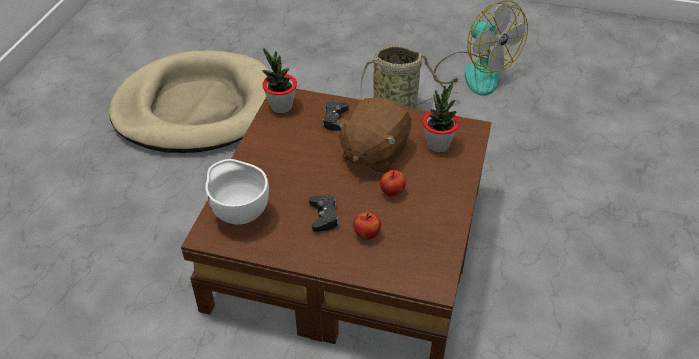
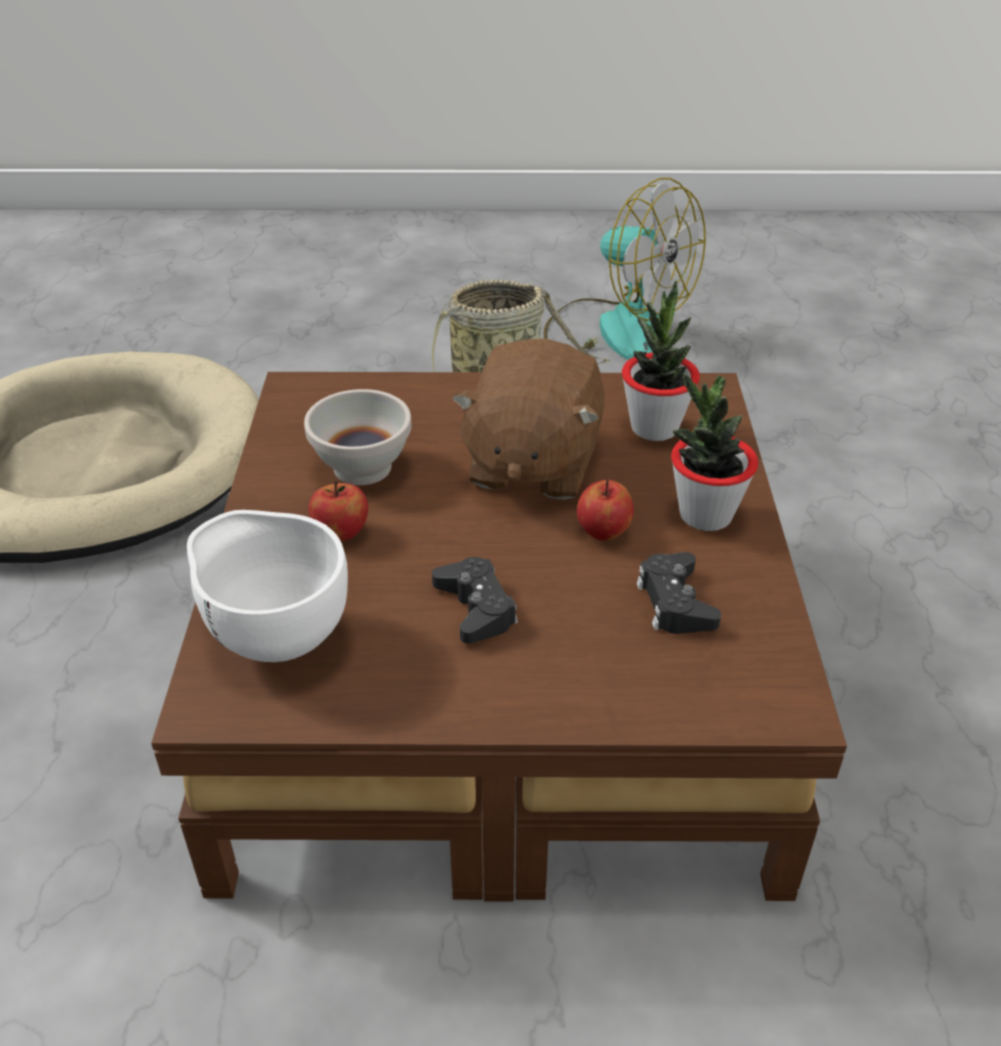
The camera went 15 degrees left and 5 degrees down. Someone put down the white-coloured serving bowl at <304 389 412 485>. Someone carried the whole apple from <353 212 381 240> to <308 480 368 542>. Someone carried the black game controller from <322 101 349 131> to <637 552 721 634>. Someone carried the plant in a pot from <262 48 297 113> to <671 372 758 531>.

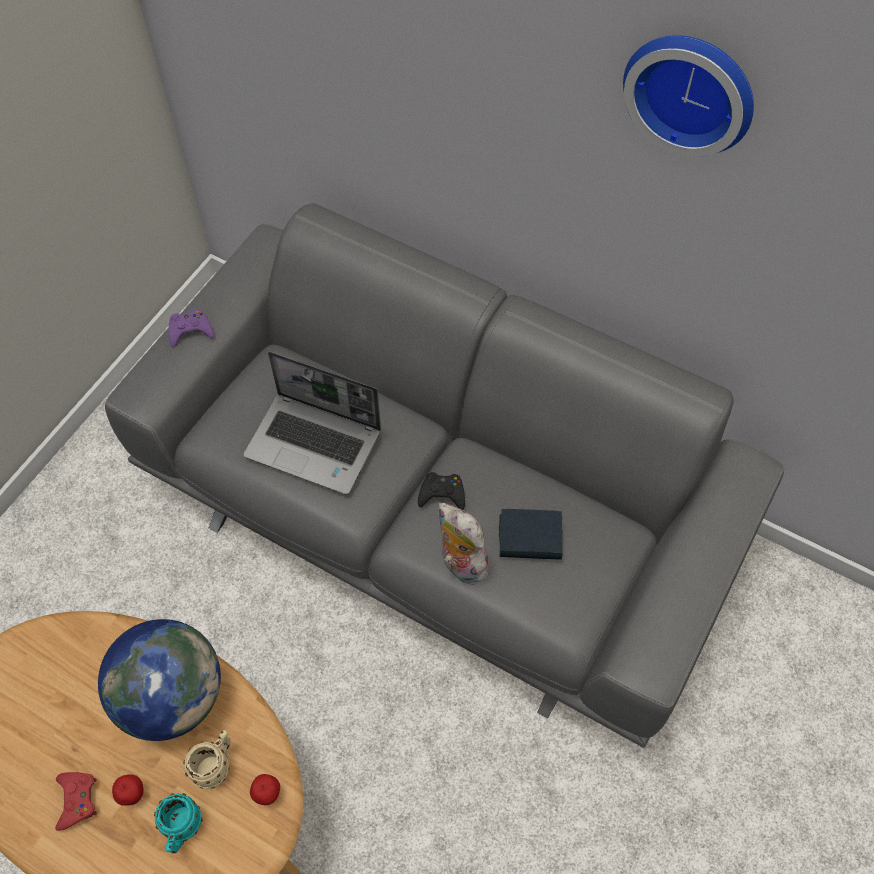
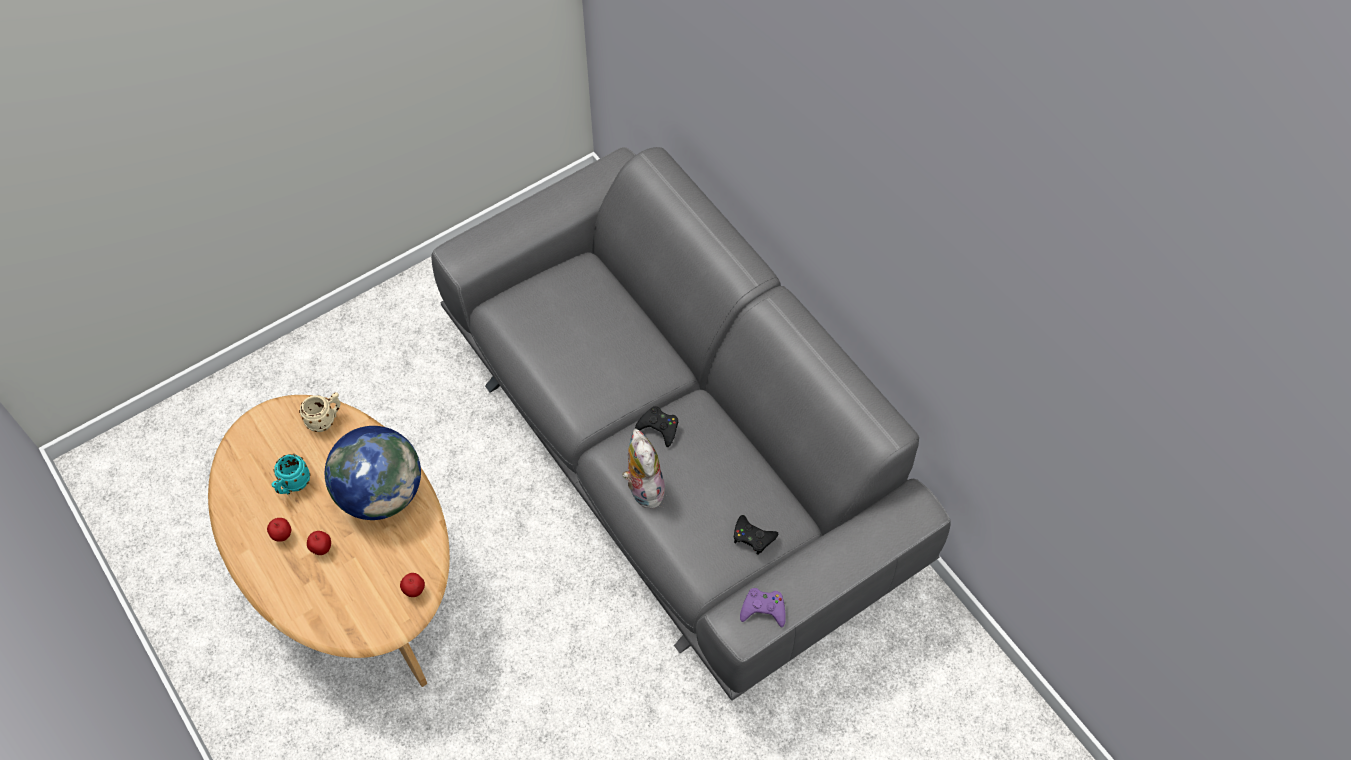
The camera went 25 degrees right and 0 degrees up. Someone swapped the reddish game controller at <55 772 97 831> for the whole apple at <267 518 291 542>. Someone carried the turquoise tea mug from <154 793 203 853> to <272 454 311 494>. Someone carried the beige tea mug from <183 730 231 789> to <299 392 340 432>. Someone put down the black game controller at <734 515 778 555>. Someone carried the purple game controller from <168 309 214 348> to <740 588 786 627>. Someone took away the notebook computer at <244 351 381 495>. Someone took away the book at <499 509 563 560>. Someone took away the hanging clock at <623 35 754 157>.

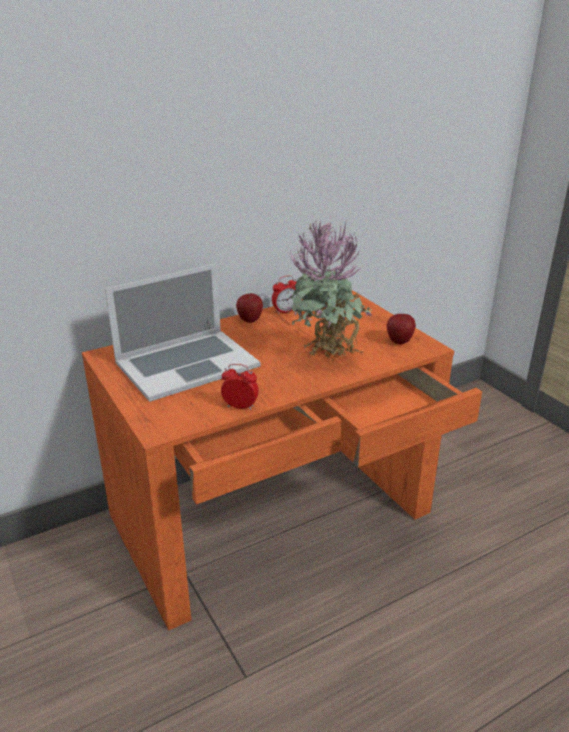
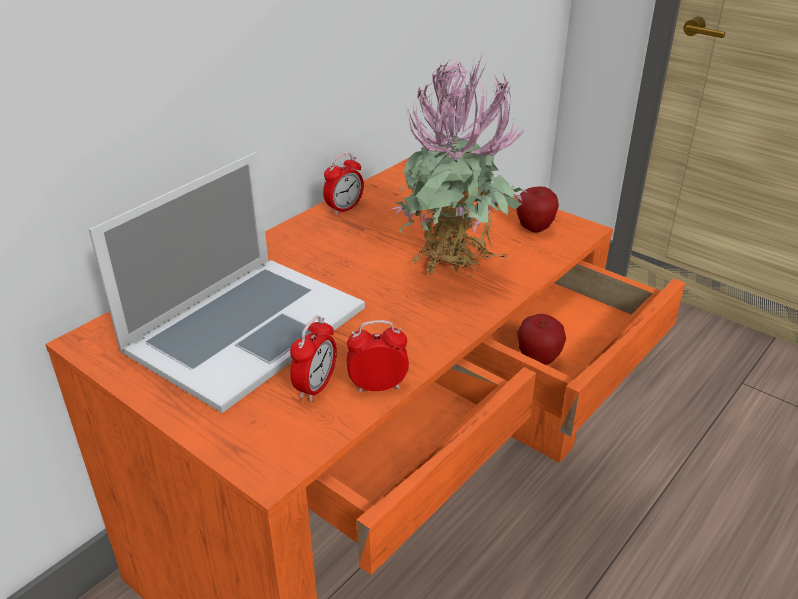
The camera went 20 degrees left and 5 degrees up. Someone put down the alarm clock at <290 316 337 401>. Someone carried the whole apple from <236 293 263 323> to <517 314 566 365>.

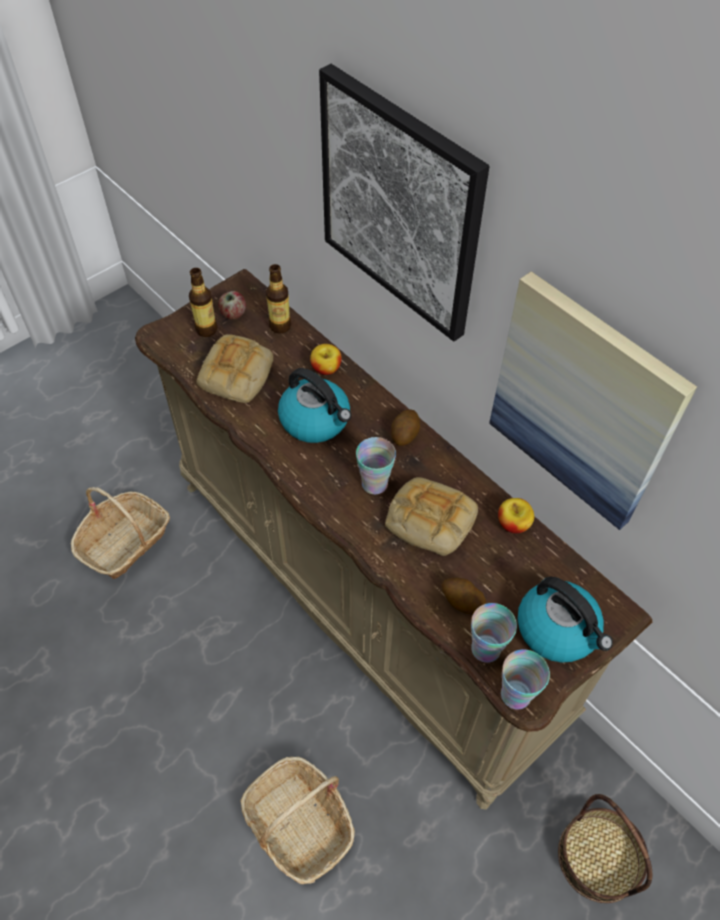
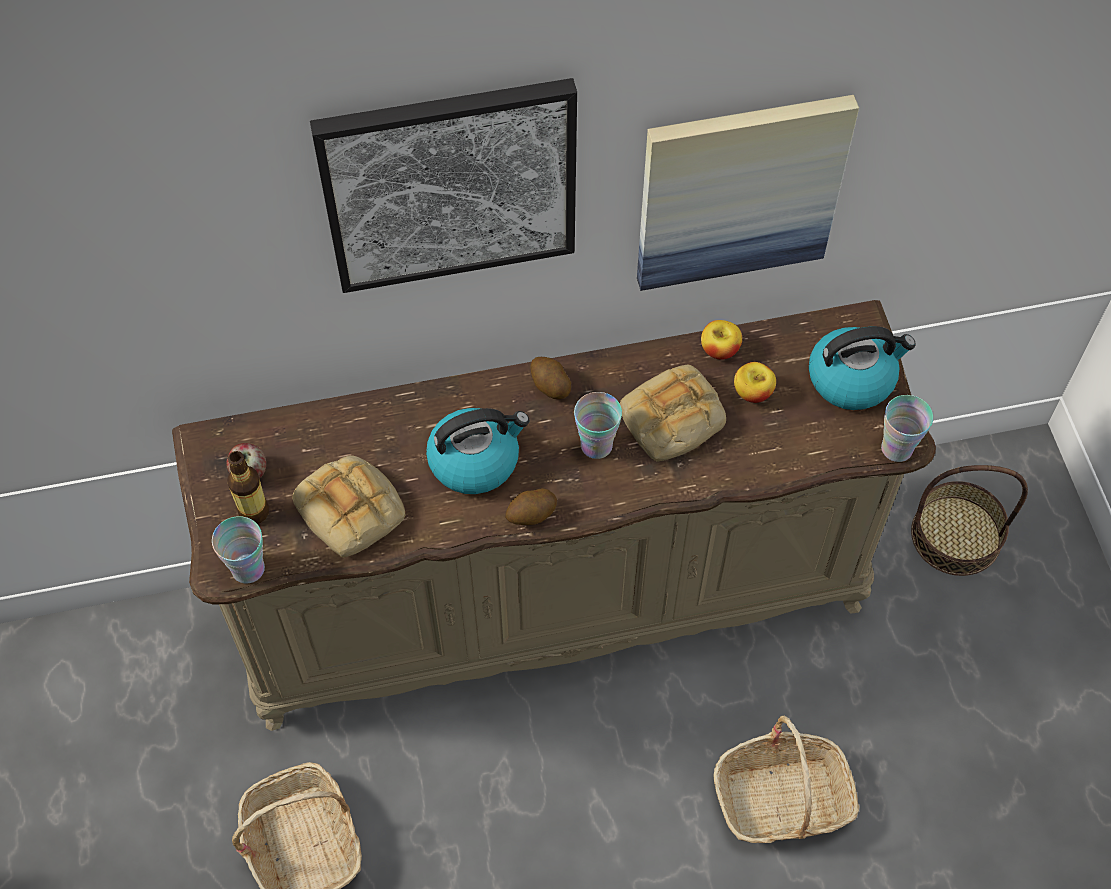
The camera went 60 degrees left and 5 degrees up. Someone carried the cup from <471 603 517 663> to <212 516 265 584>. Someone carried the whole potato from <441 578 486 614> to <505 488 557 525>. Someone carried the whole apple from <310 344 342 375> to <734 362 776 403>. Someone took away the drink bottle at <266 264 291 334>.

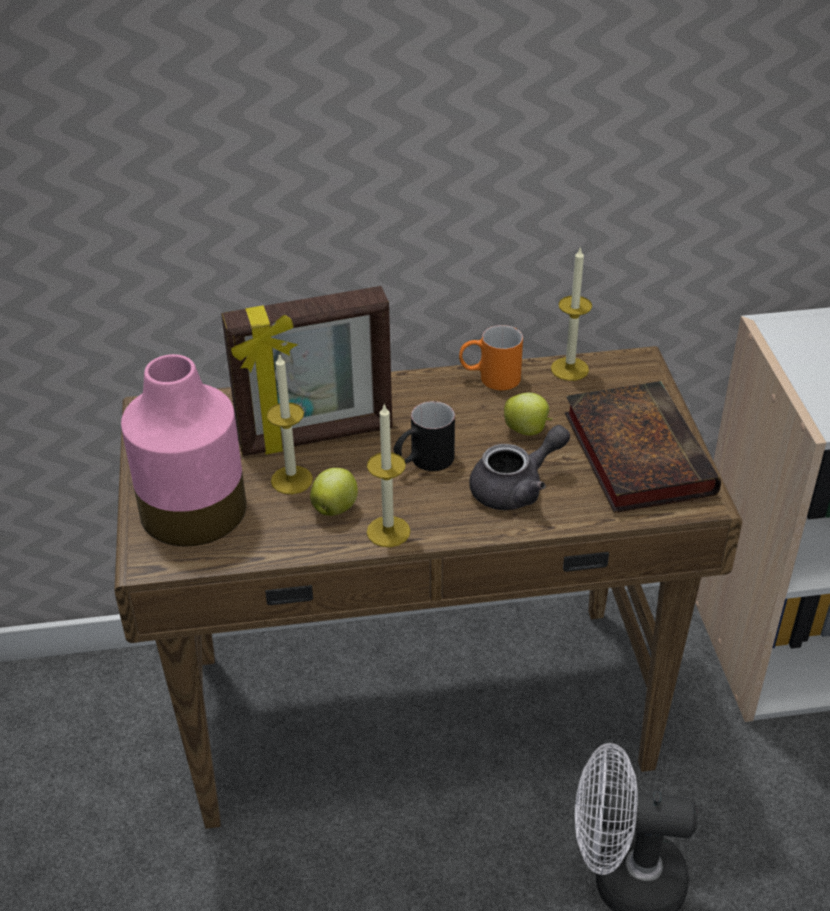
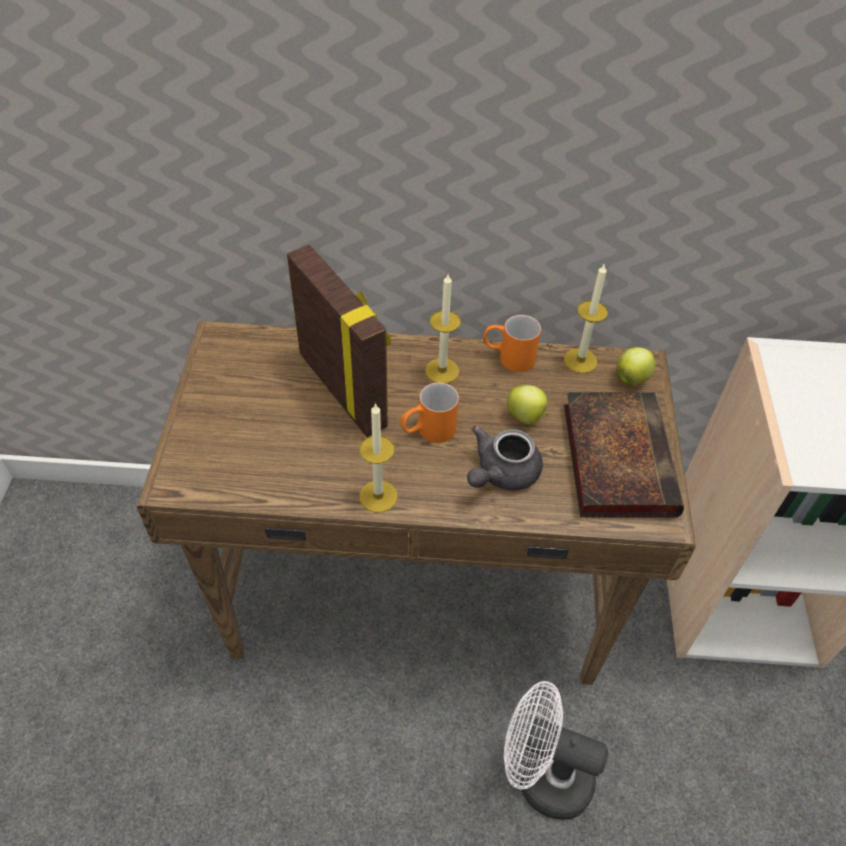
The camera went 10 degrees right and 10 degrees up. Someone rotated the picture frame at <221 286 392 456> by 120 degrees counterclockwise. Someone repainted the black tea mug at <393 401 455 471>, which became the orange-coloured tea mug at <400 382 459 443>. Someone carried the wax light from <267 353 313 494> to <425 274 461 384>. Someone rotated the greyish teapot at <469 425 570 510> by 150 degrees clockwise. Someone carried the whole apple from <310 468 358 516> to <616 347 655 385>. Someone took away the pink flower vase at <121 354 247 546>.

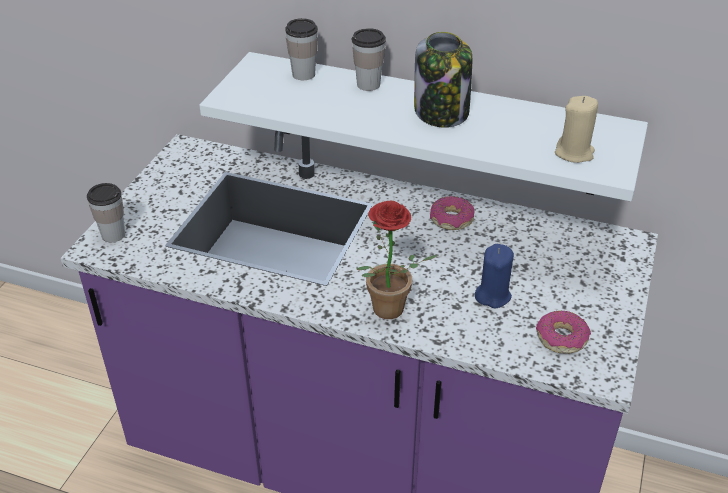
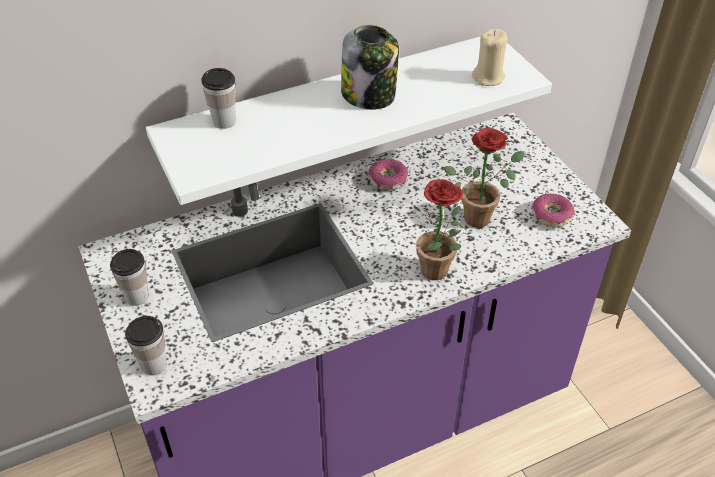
The camera went 45 degrees left and 5 degrees up. Someone carried the cup from <352 28 386 91> to <110 249 149 306>. Someone swapped the bluish wax light at <475 244 514 308> for the plant in a pot at <444 128 525 228>.

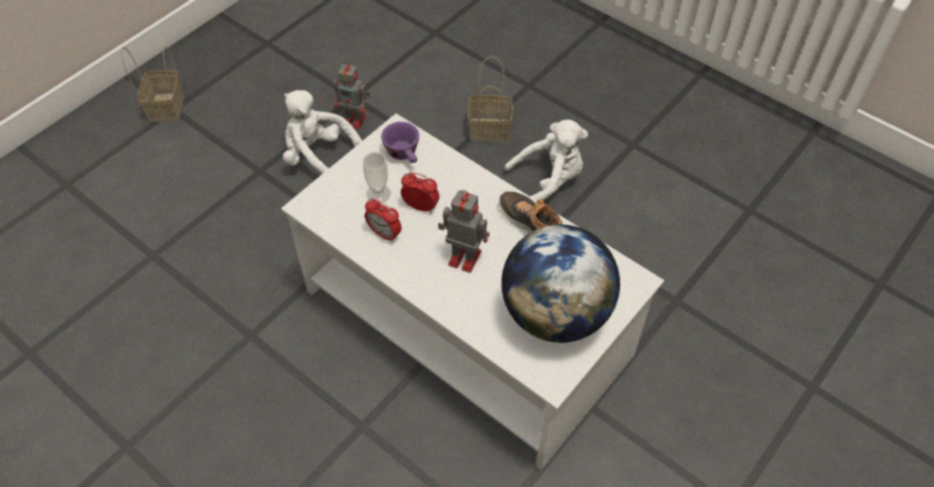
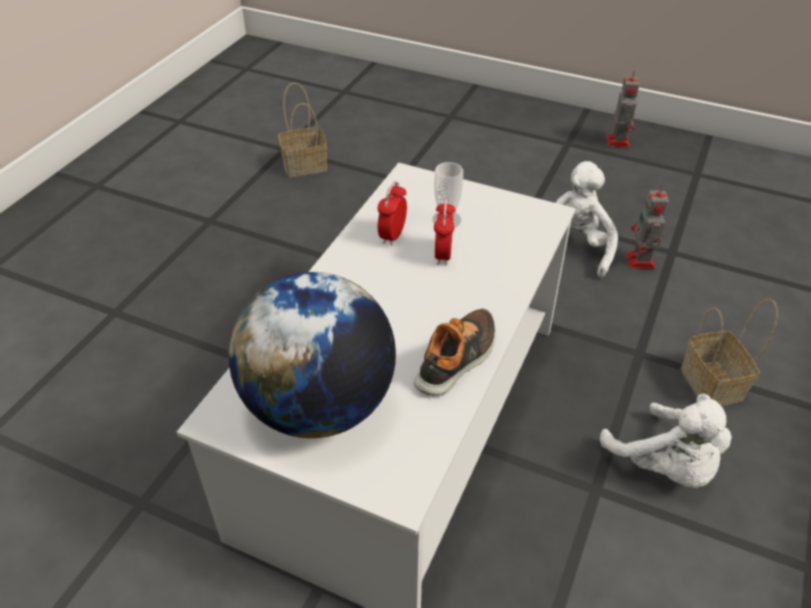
The camera went 75 degrees right and 10 degrees down. Someone carried the storage basket from <121 46 184 122> to <278 83 327 177>. Someone carried the robot figure from <438 190 490 273> to <607 71 639 148>. Someone took away the purple cup at <381 122 419 163>.

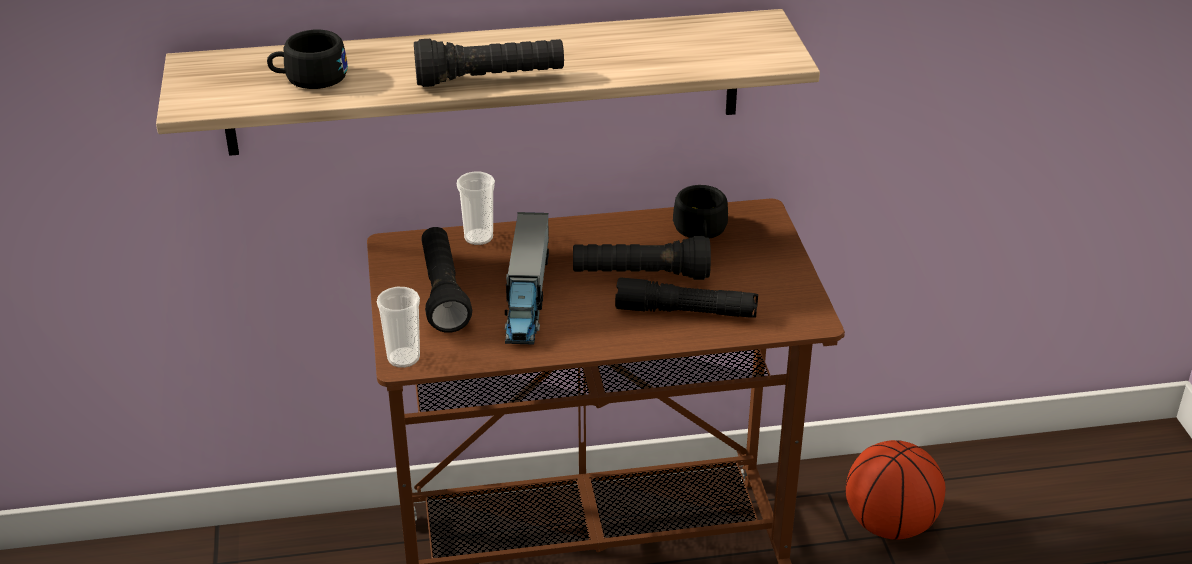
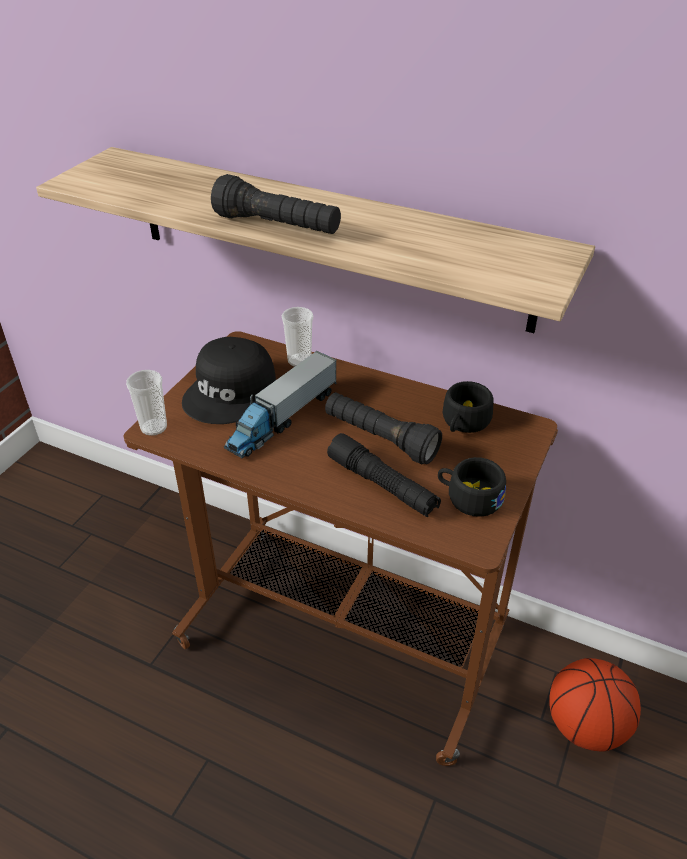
The camera went 35 degrees right and 5 degrees up. Someone swapped the black hand torch at <421 227 472 333> for the black baseball cap at <182 337 276 424>. Someone carried the black cup from <267 30 348 89> to <438 457 506 517>.

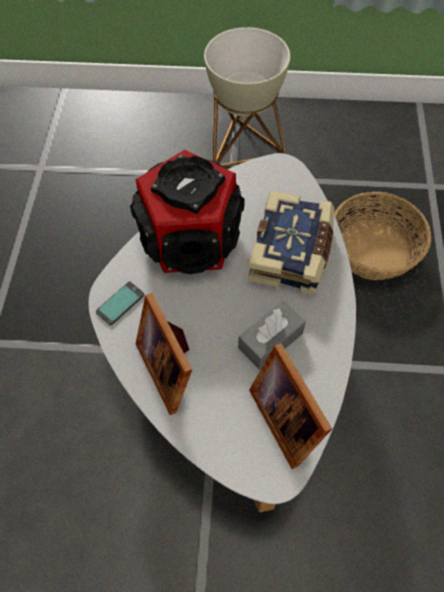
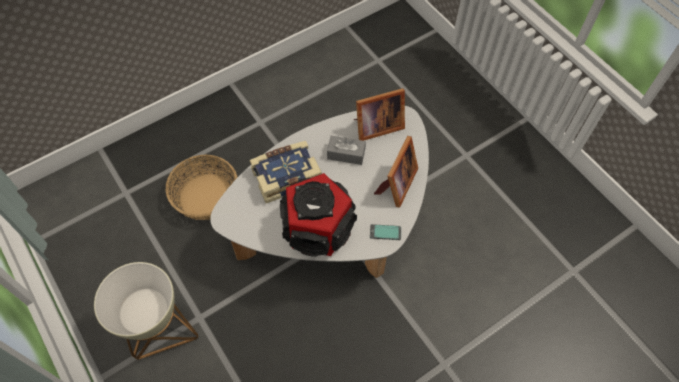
The camera went 130 degrees left and 0 degrees up. Someone rotated the picture frame at <249 343 332 469> by 45 degrees clockwise.

